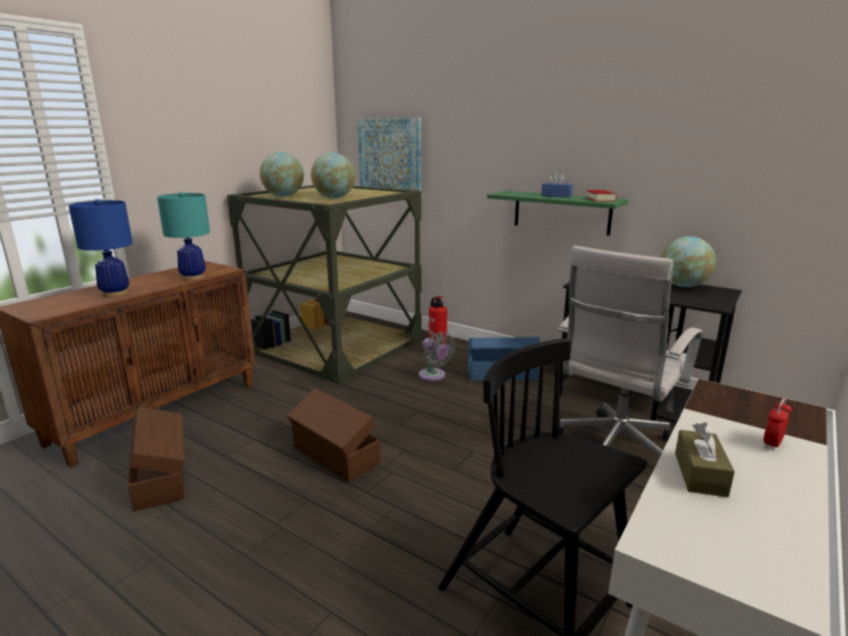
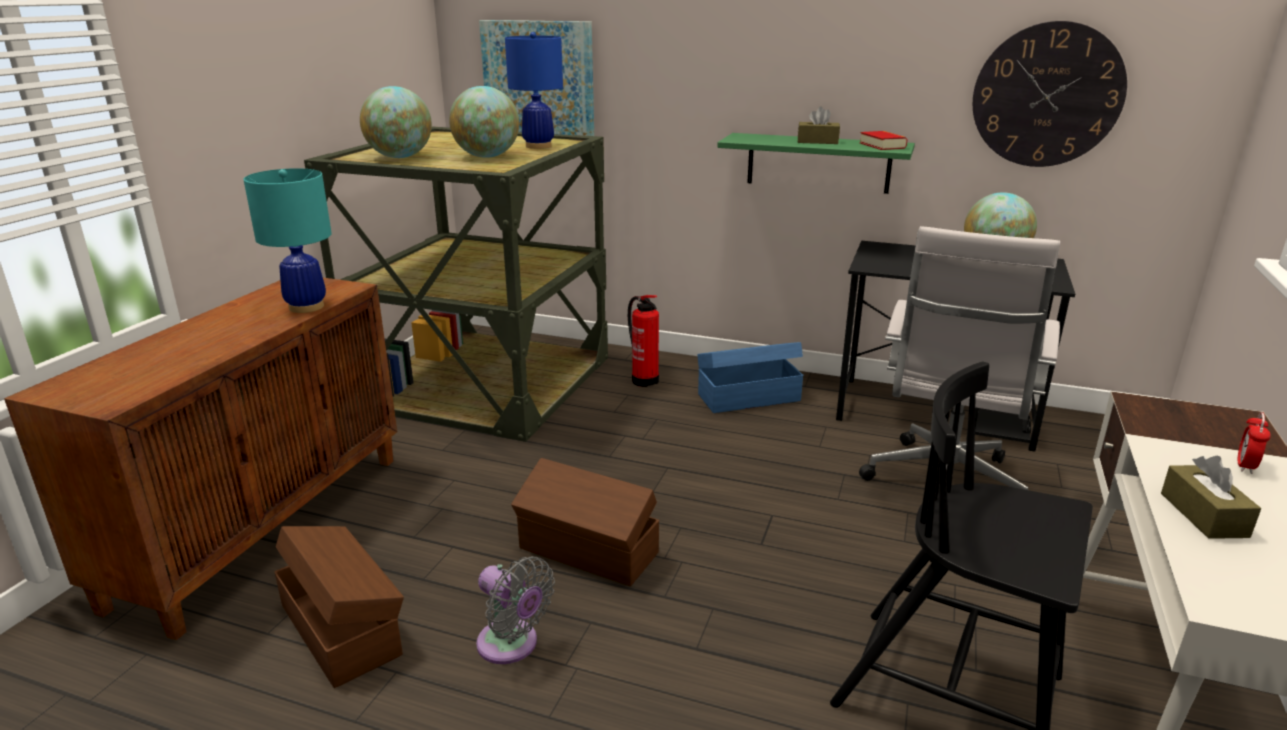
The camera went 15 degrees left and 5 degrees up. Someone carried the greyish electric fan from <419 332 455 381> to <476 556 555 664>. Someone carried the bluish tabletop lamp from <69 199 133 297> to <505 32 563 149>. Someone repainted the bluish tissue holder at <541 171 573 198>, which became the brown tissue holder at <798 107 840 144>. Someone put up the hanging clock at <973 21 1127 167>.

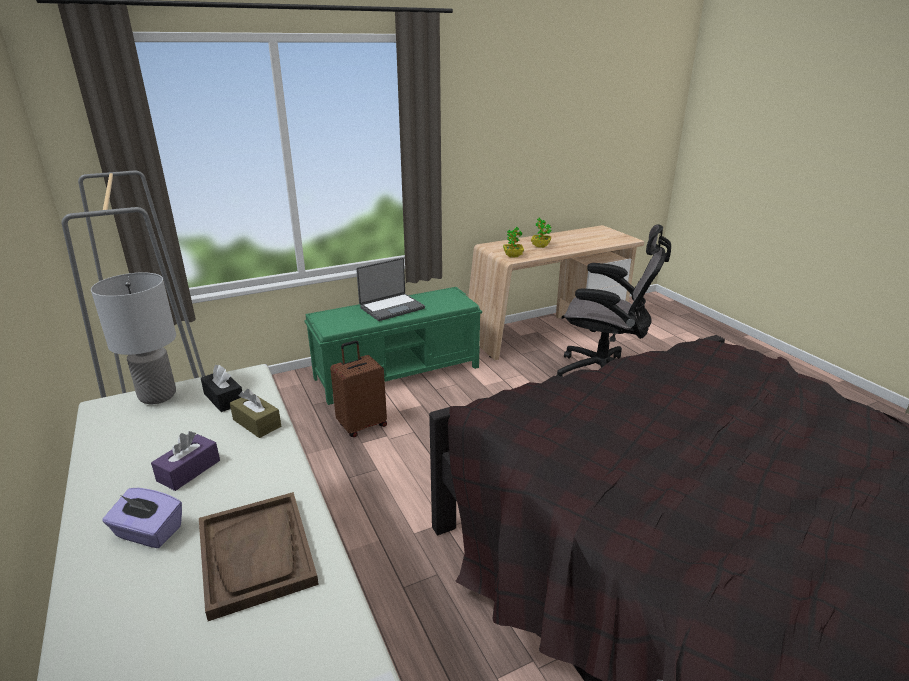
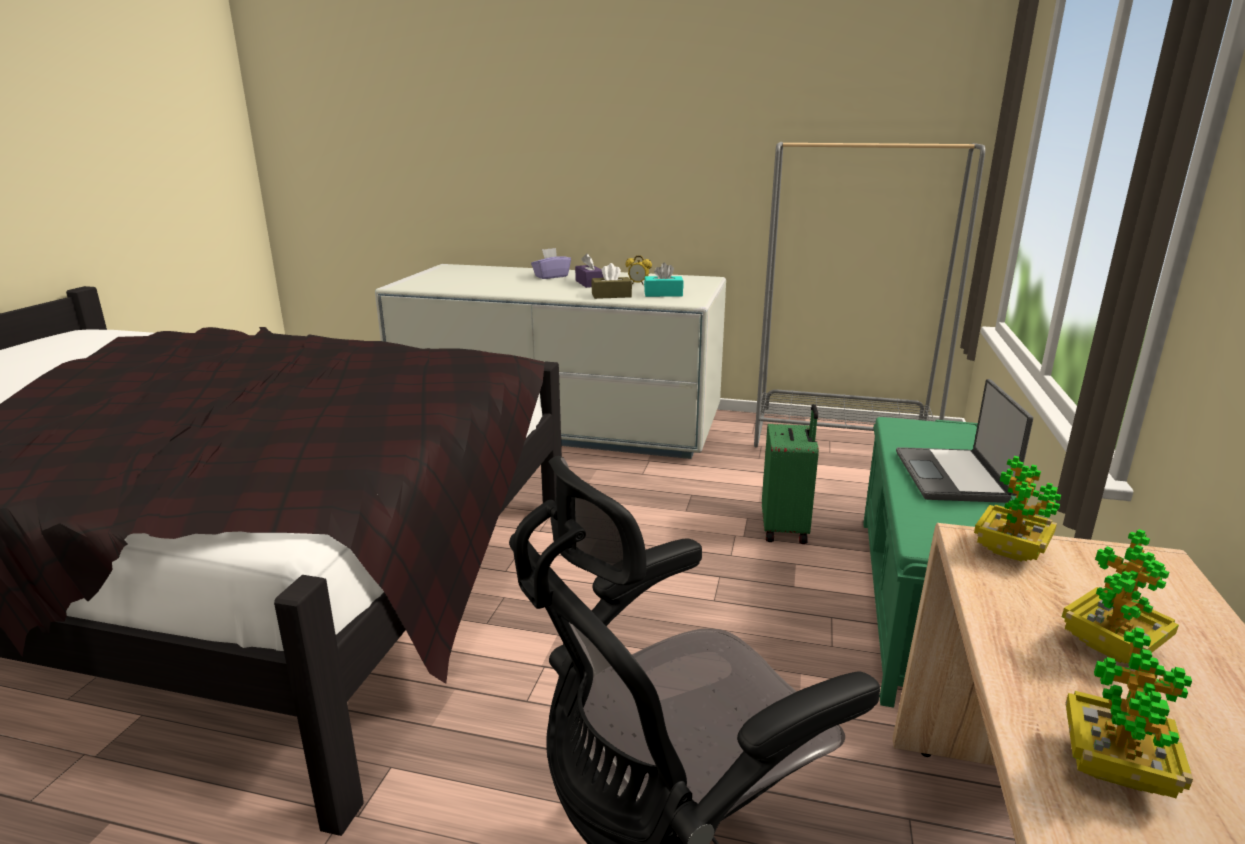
The camera went 130 degrees right and 5 degrees down. Someone put down the alarm clock at <626 255 652 285>. Someone repainted the black tissue holder at <201 365 242 412>, which became the turquoise tissue holder at <644 263 684 297>. Someone repainted the brown suitcase at <330 340 387 437>, which became the green suitcase at <762 404 819 544>. Someone put down the plant in a pot at <1066 627 1193 798>. Someone took away the greyish tabletop lamp at <91 273 176 404>. Someone took away the brown tray at <199 492 319 621>.

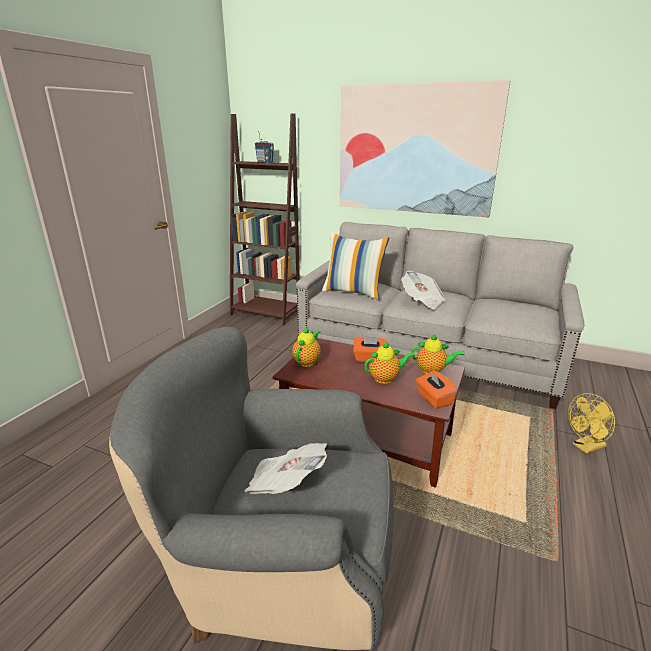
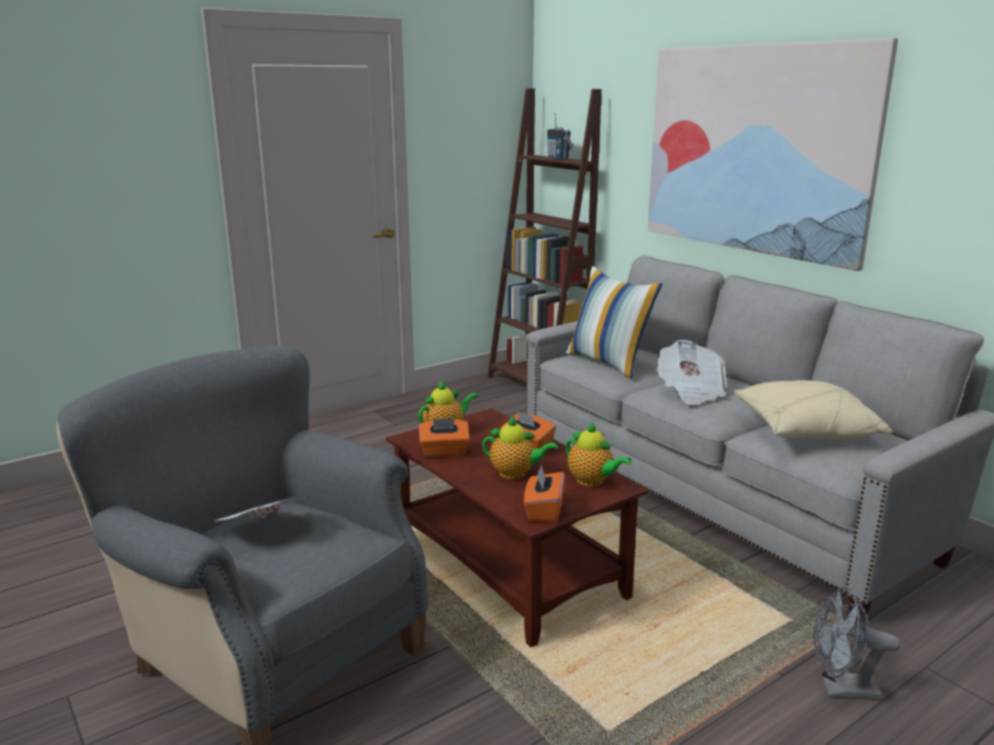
The camera went 30 degrees right and 5 degrees down. Someone put down the orange-coloured tissue holder at <419 419 470 457>. Someone put down the beige throw pillow at <733 380 893 440>. Someone repainted the yellow electric fan at <568 393 615 454>, which became the greyish electric fan at <813 587 900 701>.

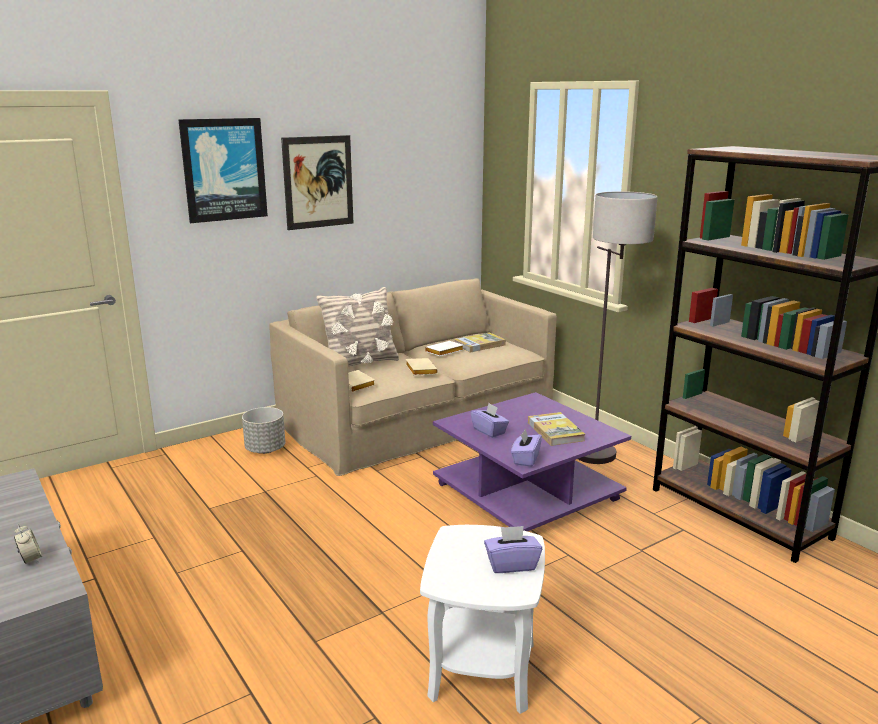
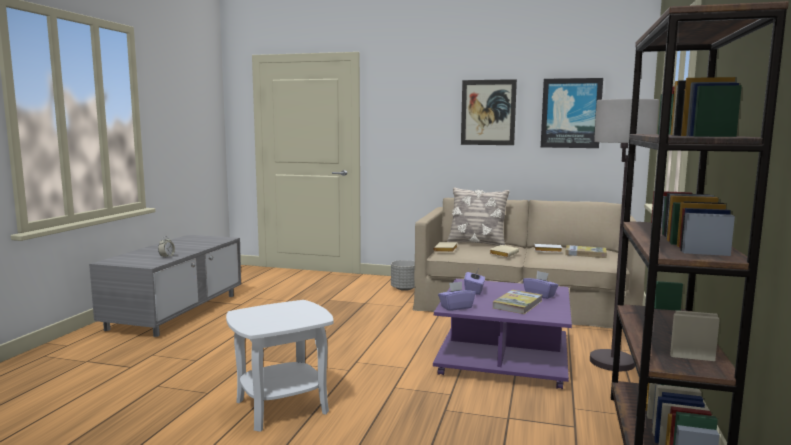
The camera went 50 degrees right and 10 degrees down. Someone carried the purple tissue holder from <484 526 542 573> to <523 271 558 299>. Someone carried the picture from <178 118 268 223> to <541 78 603 148>.

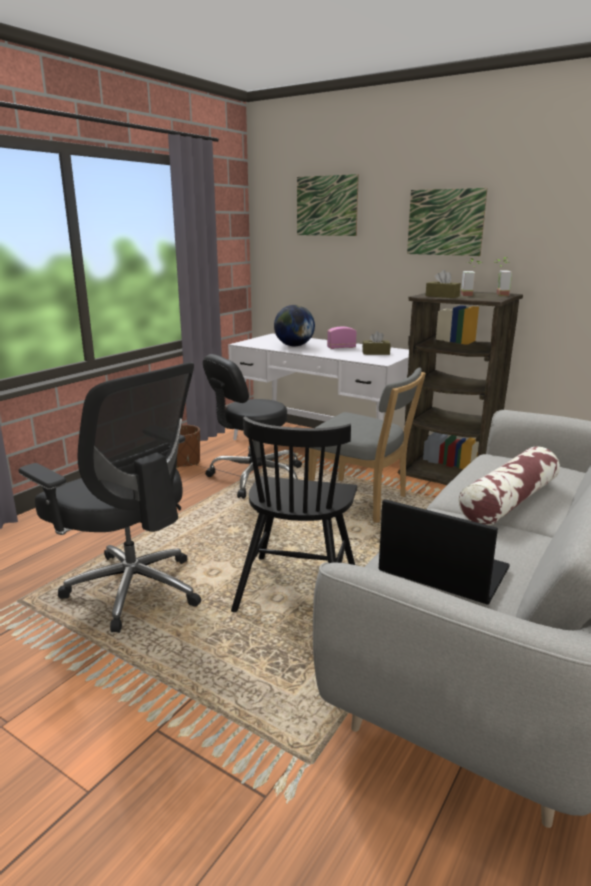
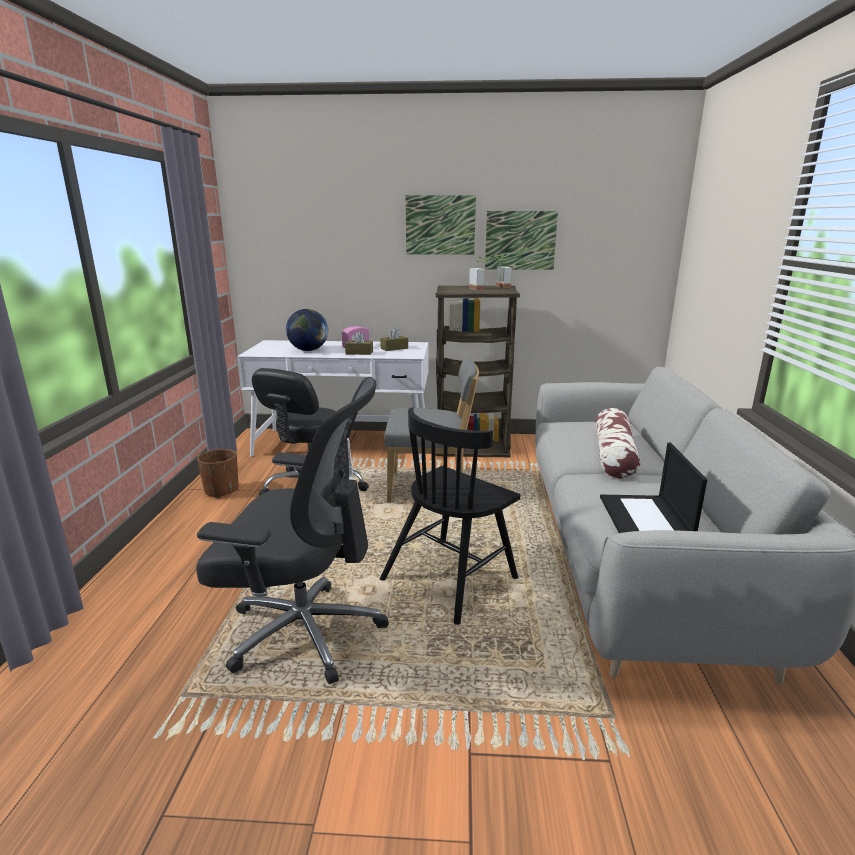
The camera went 30 degrees left and 0 degrees up. Someone carried the brown tissue holder from <426 270 461 298> to <345 331 373 355>. Someone rotated the black chair at <231 416 357 612> by 60 degrees clockwise. Someone carried the picture from <297 174 359 236> to <485 211 558 270>. Someone rotated the notebook computer at <379 499 510 605> by 90 degrees counterclockwise.

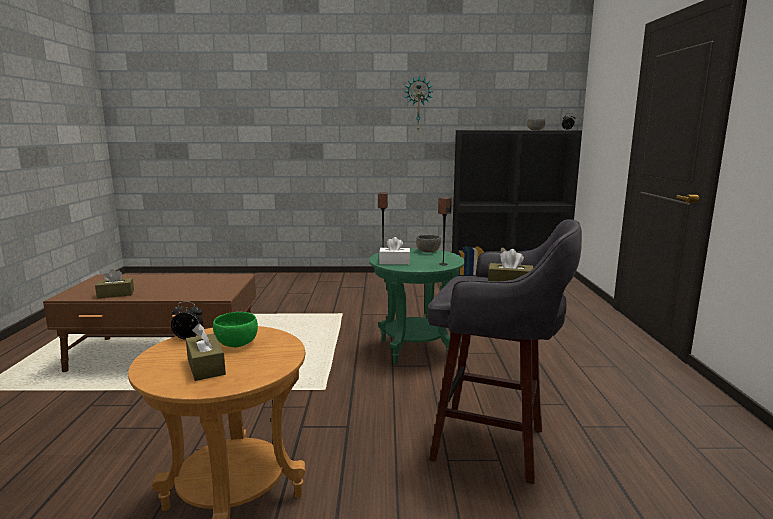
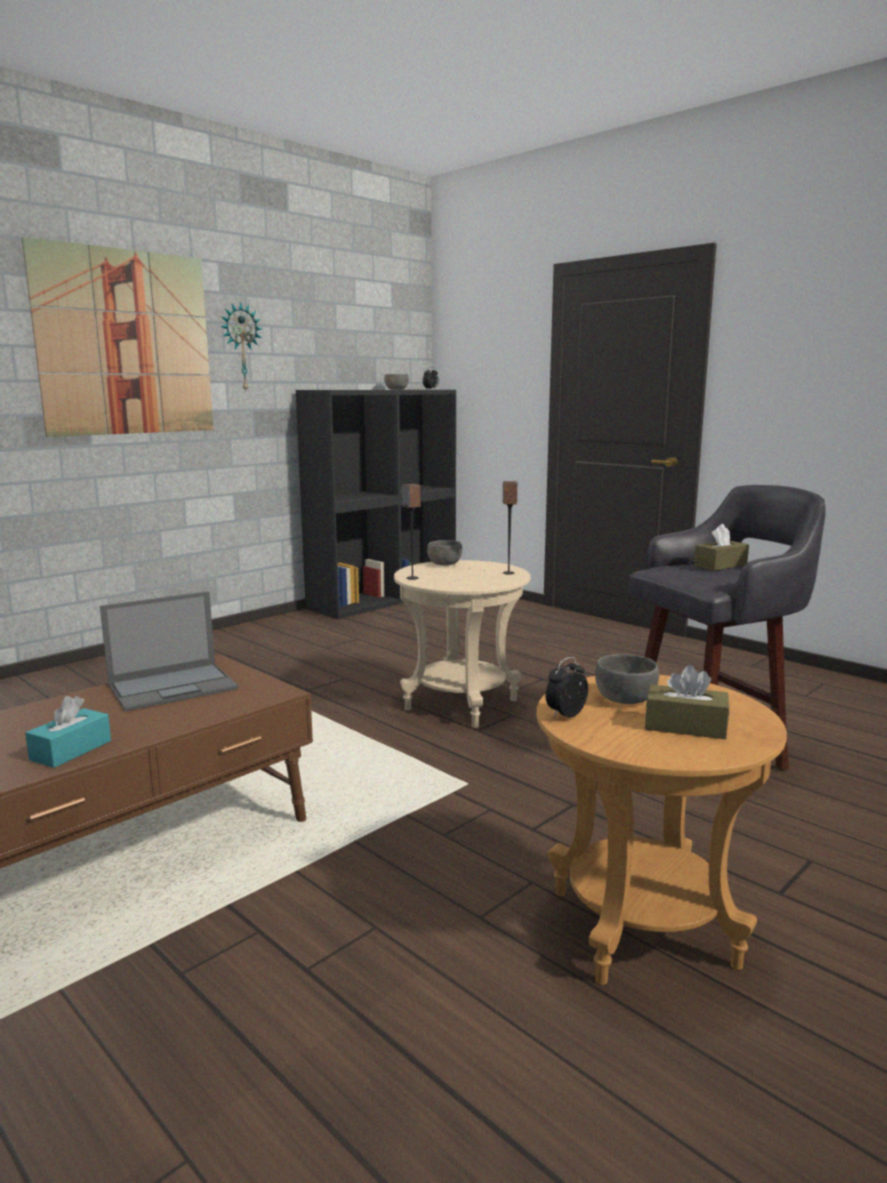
The camera went 45 degrees left and 0 degrees up. Someone put up the picture at <22 237 214 437>. Someone repainted the brown tissue holder at <95 269 134 299>, which became the turquoise tissue holder at <25 696 111 768>. Someone put down the notebook computer at <100 591 238 712>. Someone repainted the green end table at <369 248 465 364>, which became the beige end table at <394 560 531 728>. Someone repainted the green serving bowl at <213 312 258 347>, which became the greyish serving bowl at <595 654 659 704>. Someone took away the white-coloured tissue holder at <379 237 410 265>.

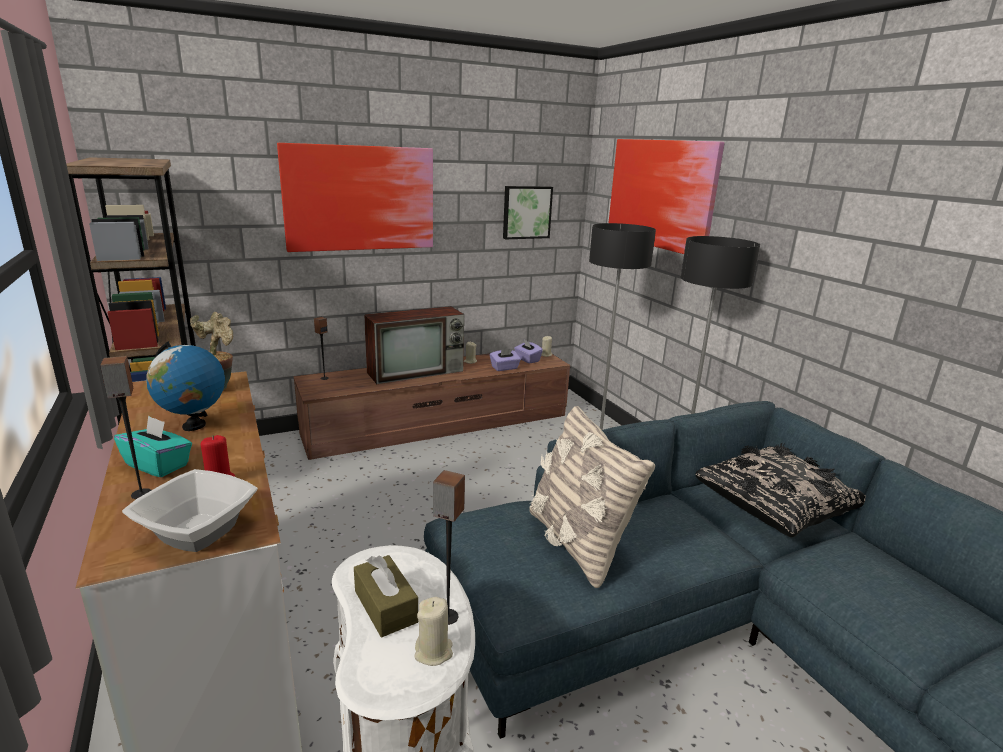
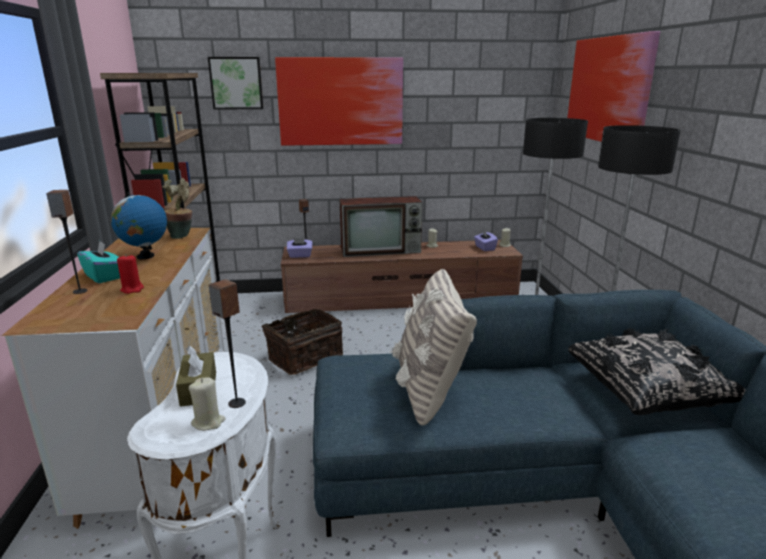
The camera went 20 degrees right and 0 degrees up. Someone carried the picture from <503 186 553 239> to <208 57 263 110>. Someone put down the storage basket at <261 309 343 375>. Someone carried the purple tissue holder from <490 348 521 371> to <287 238 313 258>. Someone took away the serving bowl at <122 469 258 552>.

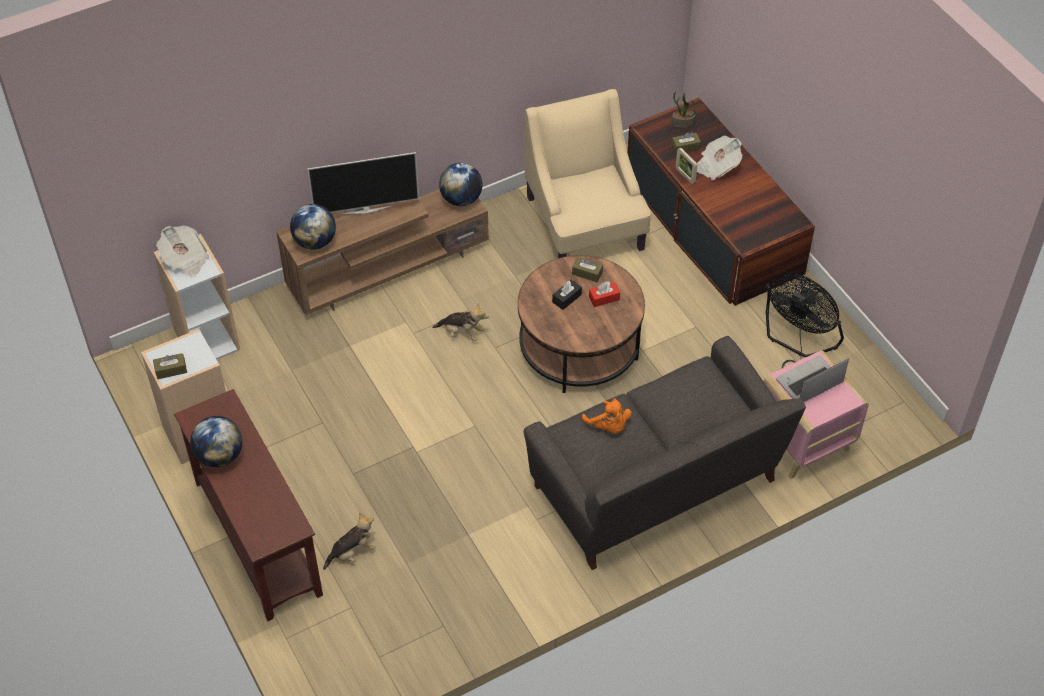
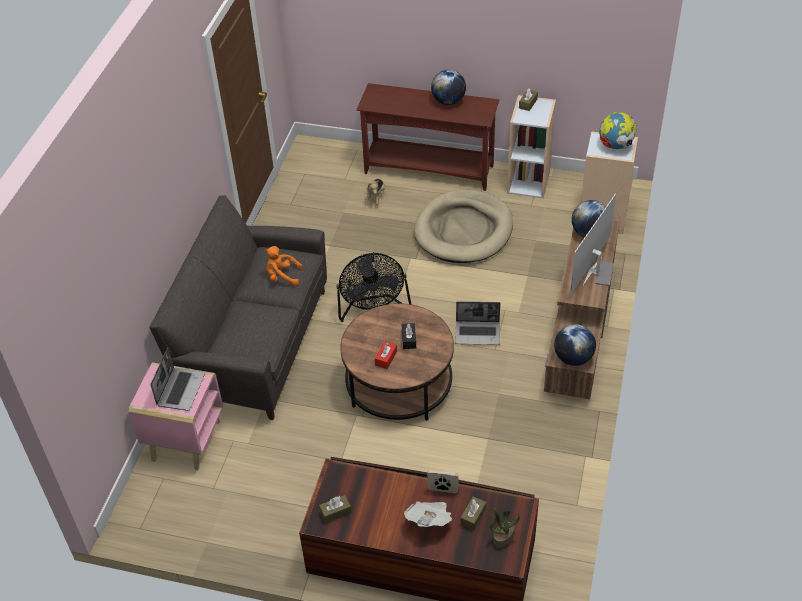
The camera went 135 degrees right and 5 degrees down. Someone carried the brown tissue holder from <572 257 603 282> to <319 495 351 523>. Someone carried the black electric fan from <766 273 844 368> to <336 252 411 322>. Someone put down the beige pet bed at <414 189 513 263>. Someone swapped the cuddly toy at <432 303 489 341> for the notebook computer at <455 301 500 345>. Someone swapped the daily paper at <157 225 209 277> for the desk globe at <599 112 637 149>. Someone took away the beige easy chair at <525 89 651 258>.

